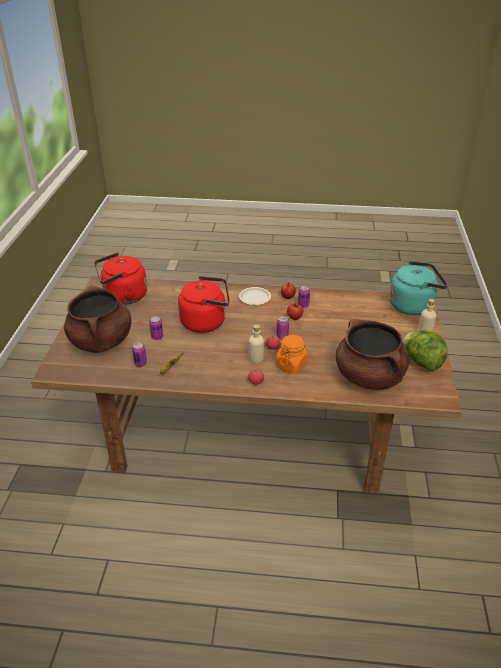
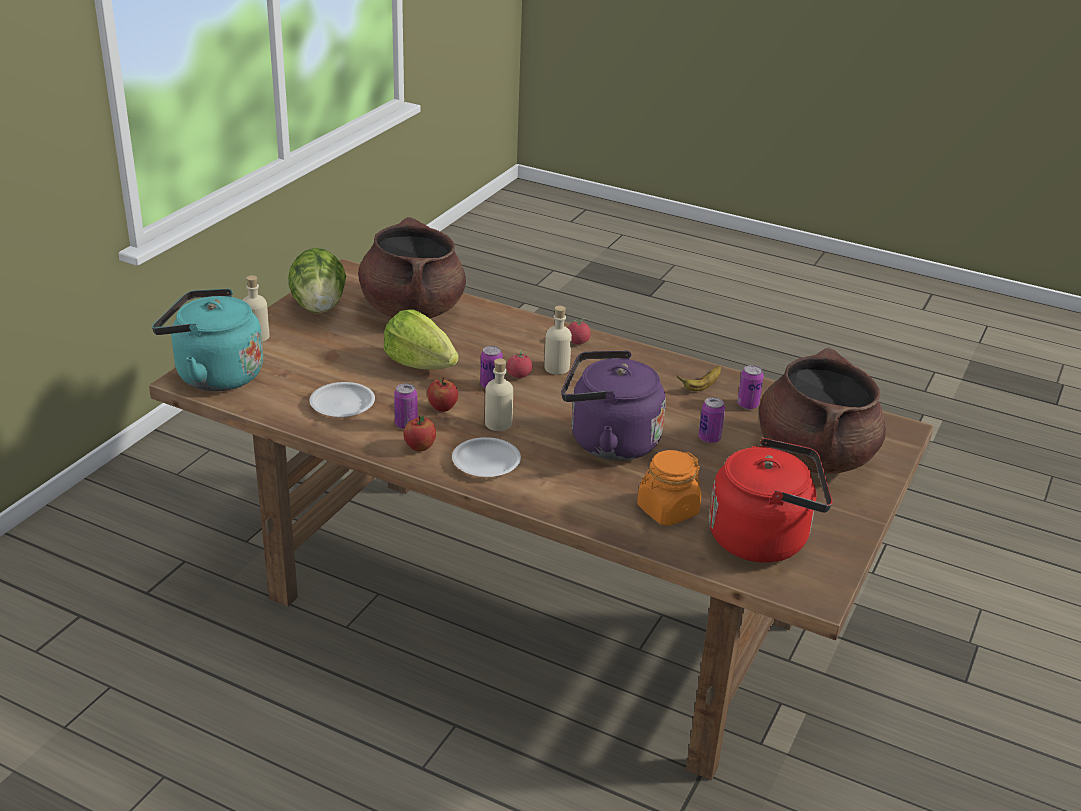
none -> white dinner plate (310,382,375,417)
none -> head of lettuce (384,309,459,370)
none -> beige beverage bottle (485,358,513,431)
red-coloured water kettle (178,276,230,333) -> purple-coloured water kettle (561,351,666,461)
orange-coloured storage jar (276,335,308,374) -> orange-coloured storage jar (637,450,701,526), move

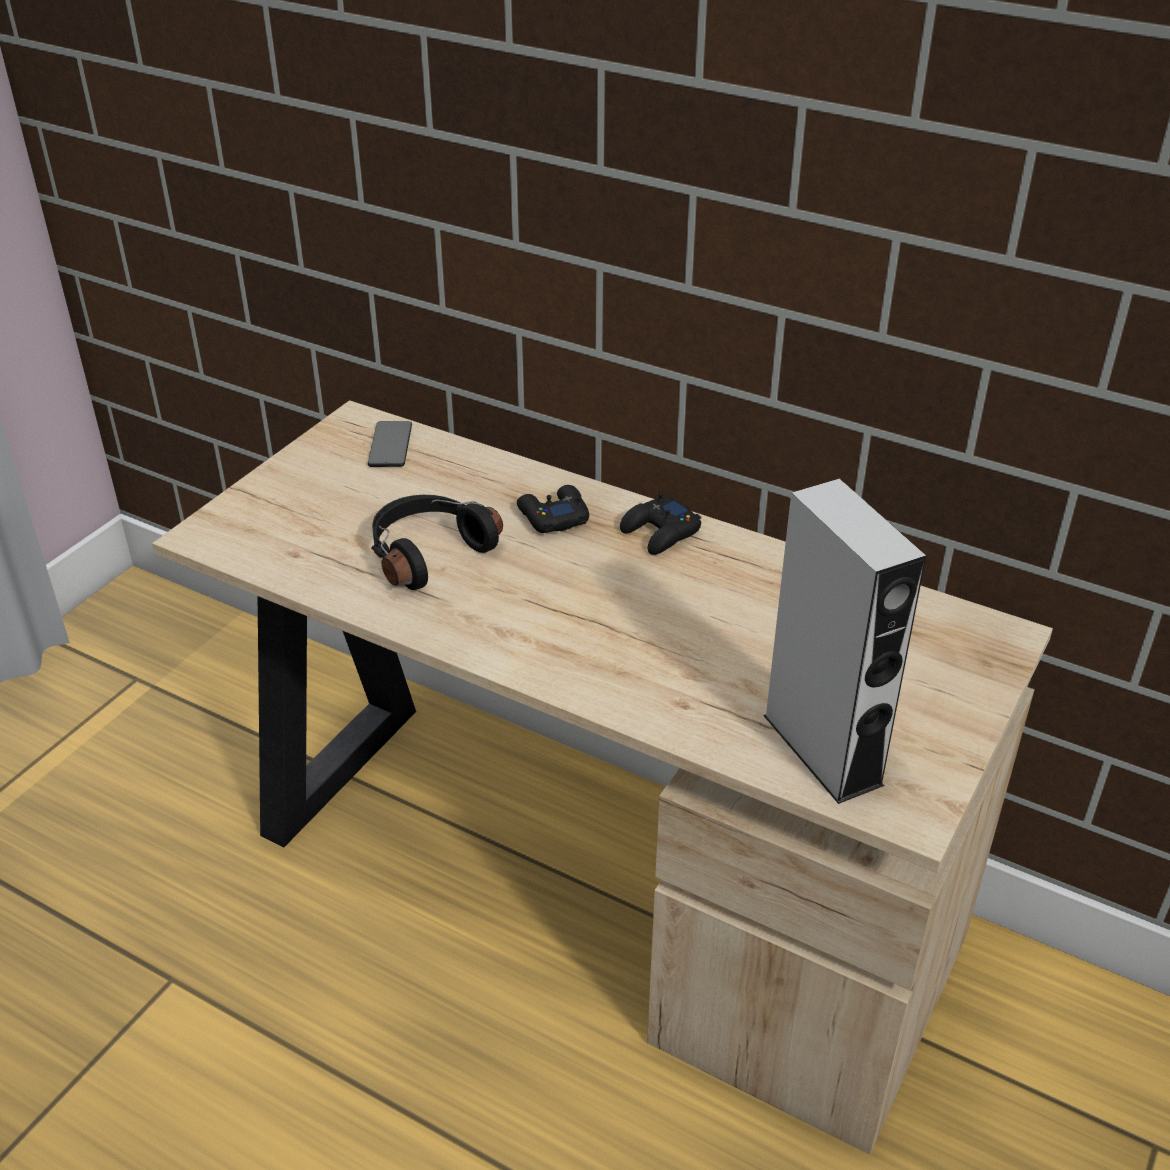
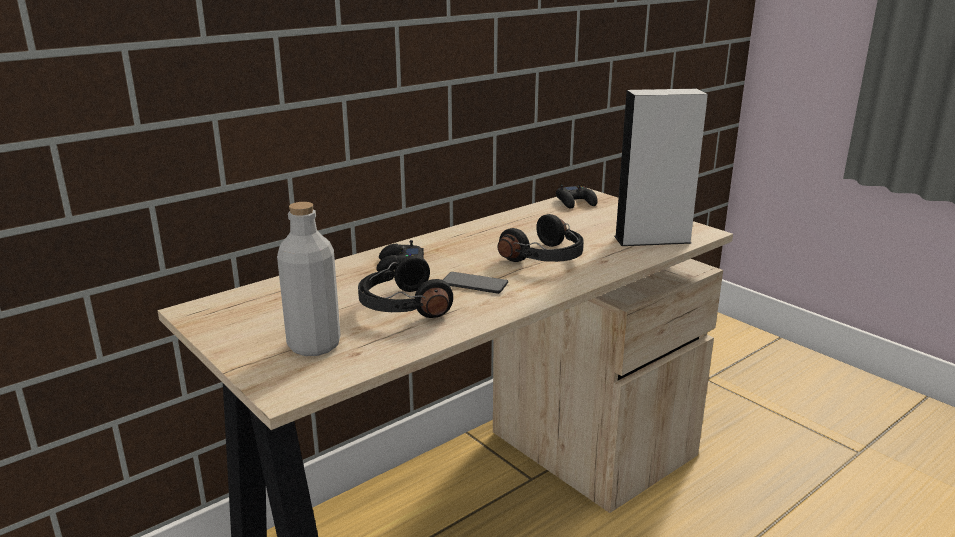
none -> gray beverage bottle (277,202,341,356)
handset (368,421,412,467) -> handset (443,272,508,294), move
none -> black headphones (498,214,584,262)
black game controller (620,492,701,555) -> black game controller (556,185,598,209), move

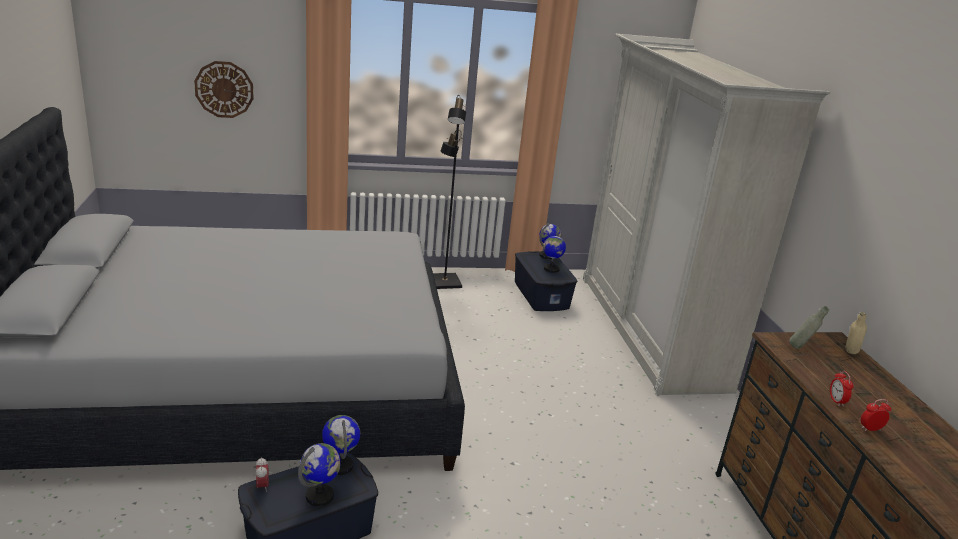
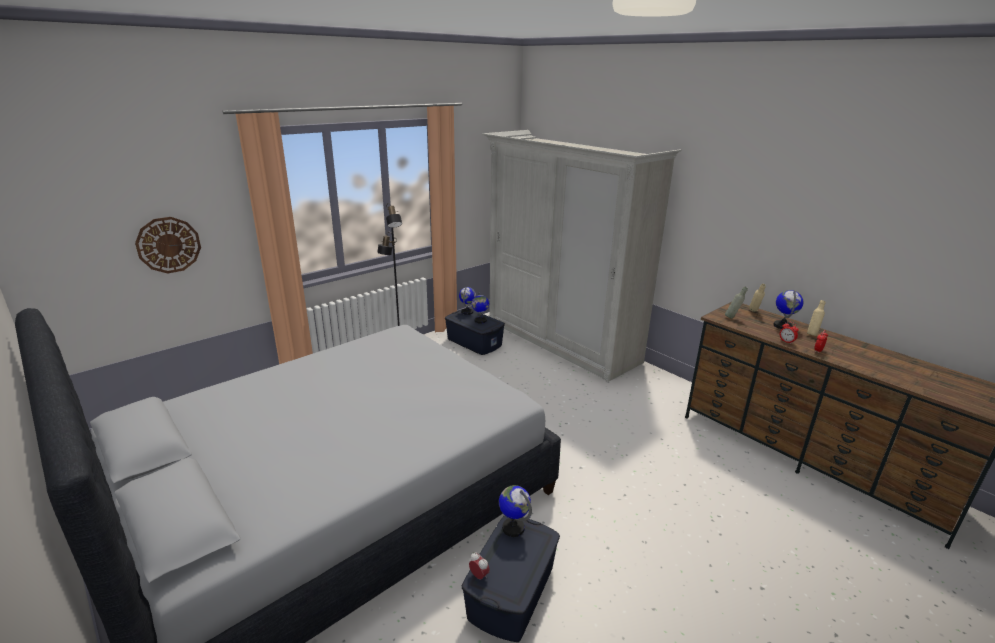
desk globe (298,443,341,506) -> desk globe (773,290,803,329), move
none -> beige beverage bottle (807,300,825,336)

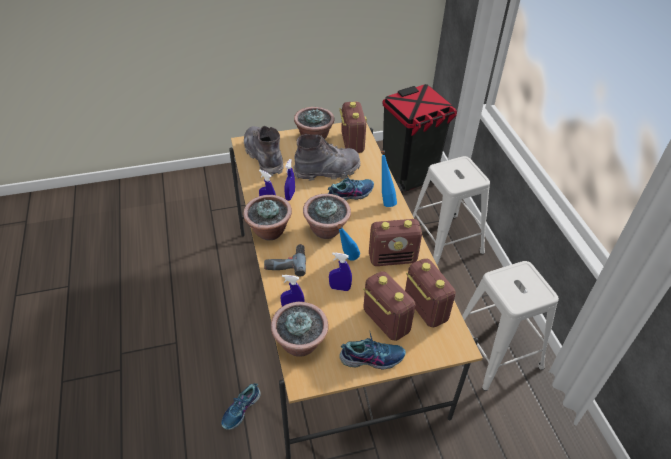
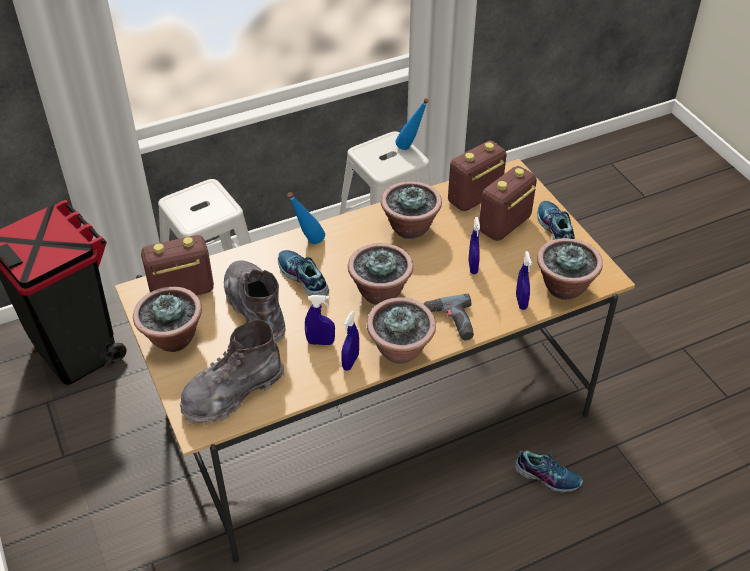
radio receiver (369,219,422,266) -> houseplant (381,181,442,239)
blue beverage bottle (337,224,360,261) -> blue beverage bottle (395,98,429,150), move

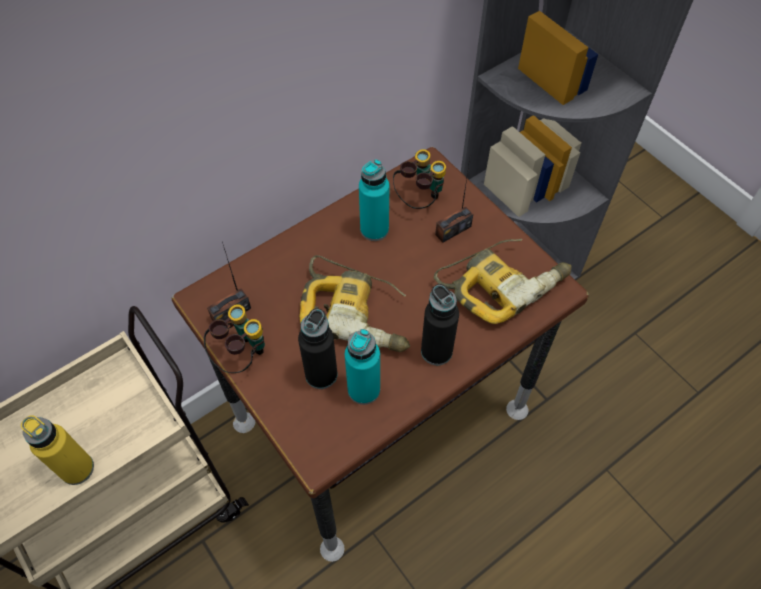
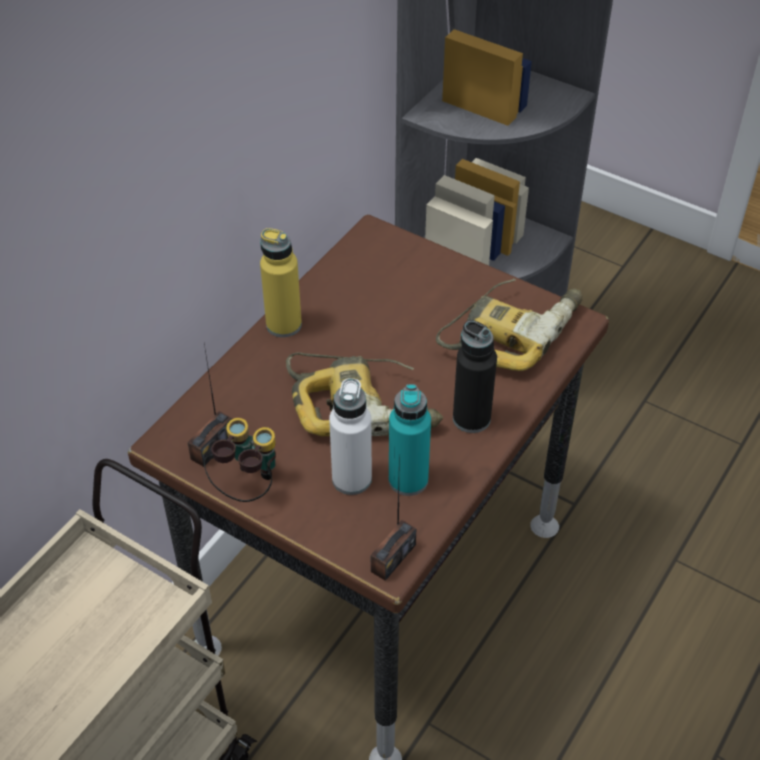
yellow beverage bottle (21,415,94,485) -> yellow beverage bottle (260,228,302,337), move
black beverage bottle (298,308,338,389) -> white beverage bottle (329,378,372,495)
radio receiver (435,159,473,243) -> radio receiver (371,454,416,581), move
turquoise beverage bottle (359,159,390,241) -> none
binoculars (393,149,446,209) -> none

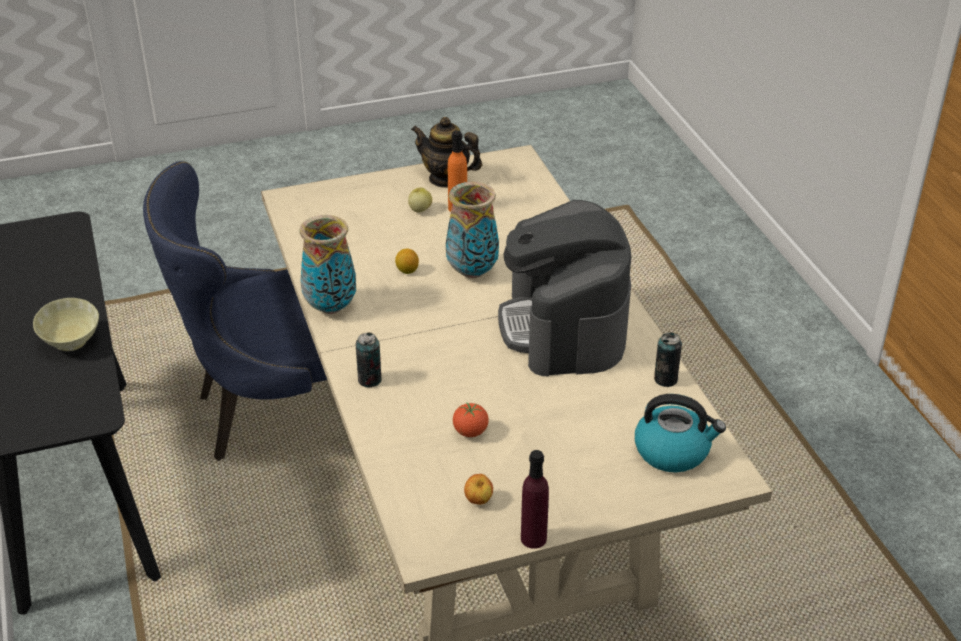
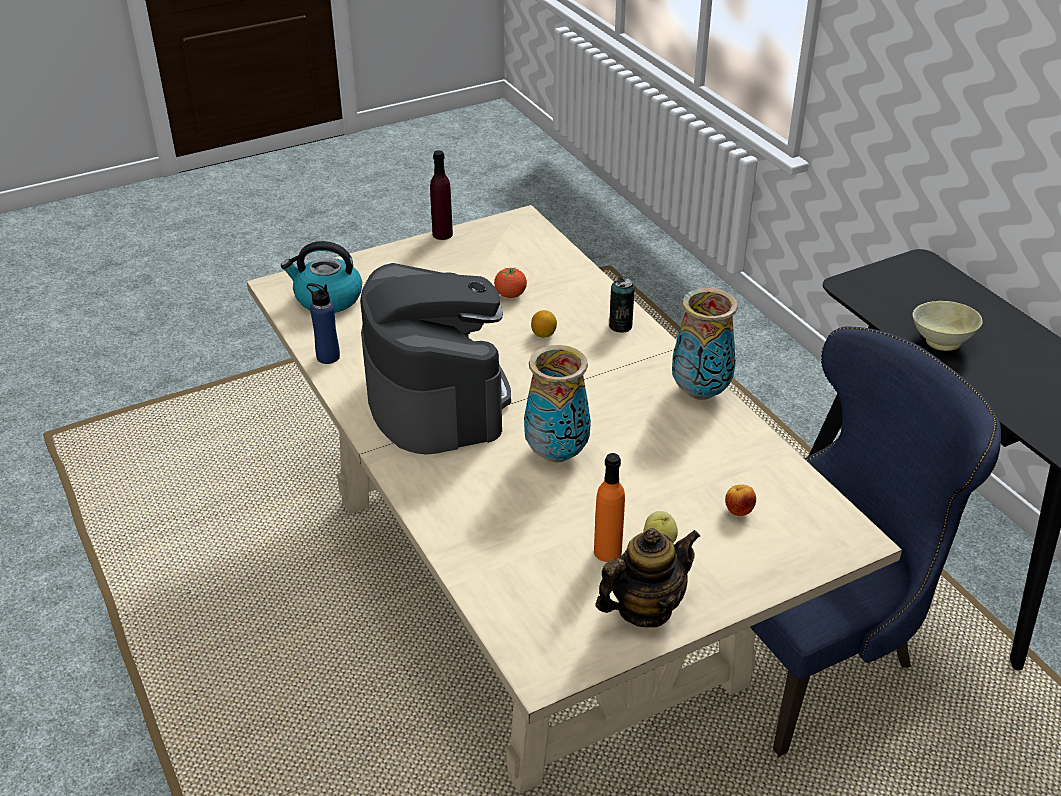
metal can (654,332,682,387) -> blue beverage bottle (307,283,340,364)
lemon (395,249,419,274) -> lemon (531,310,557,338), move
teapot (411,117,482,188) -> teapot (596,528,701,627), 45 degrees counterclockwise
whole apple (464,474,493,505) -> whole apple (725,485,756,516), move

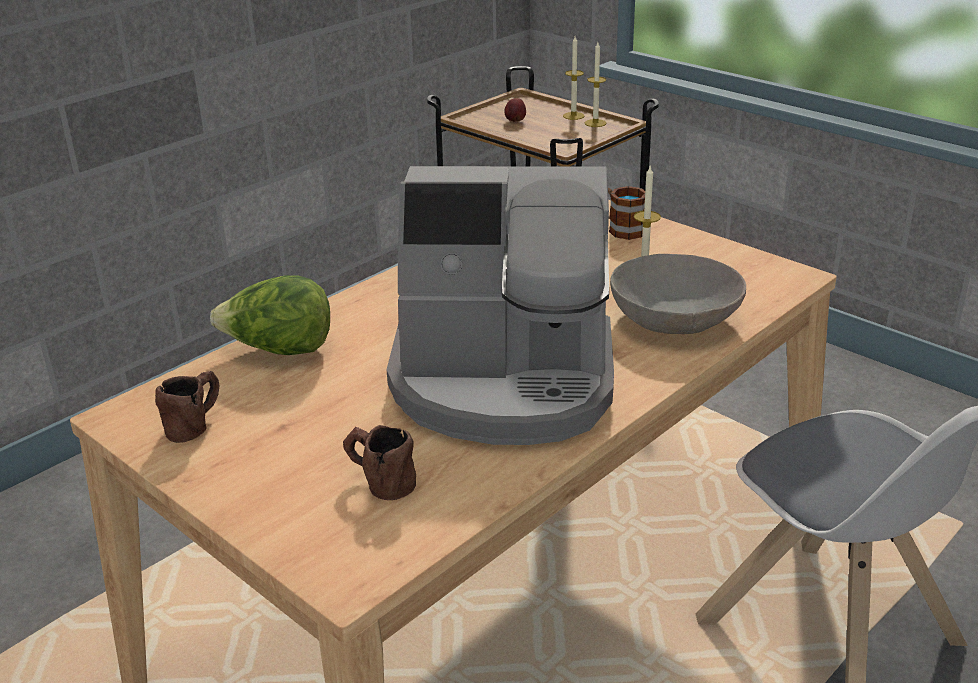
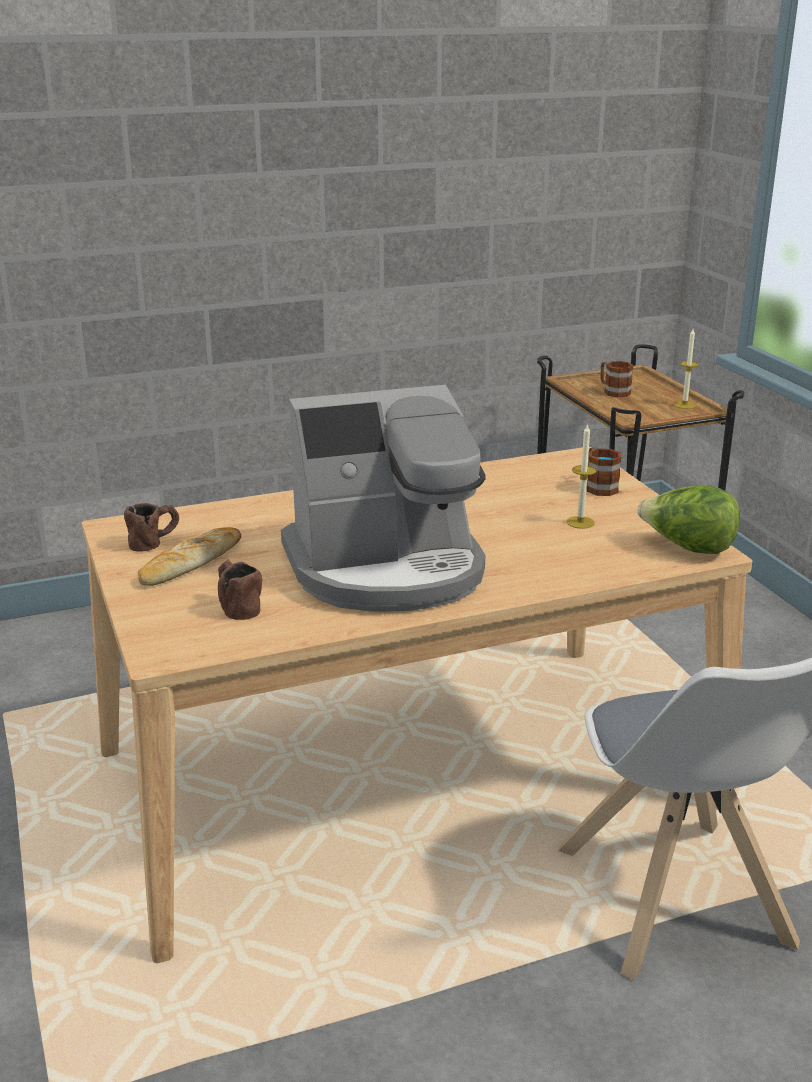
none -> bread (138,527,241,586)
coffee machine (386,166,614,445) -> coffee machine (281,385,486,612), 45 degrees counterclockwise
whole apple (504,98,526,122) -> coffee mug (601,361,634,397)
head of lettuce (210,275,330,355) -> head of lettuce (637,486,740,554), move
wax light (563,36,584,120) -> none
gray bowl (610,254,746,334) -> none

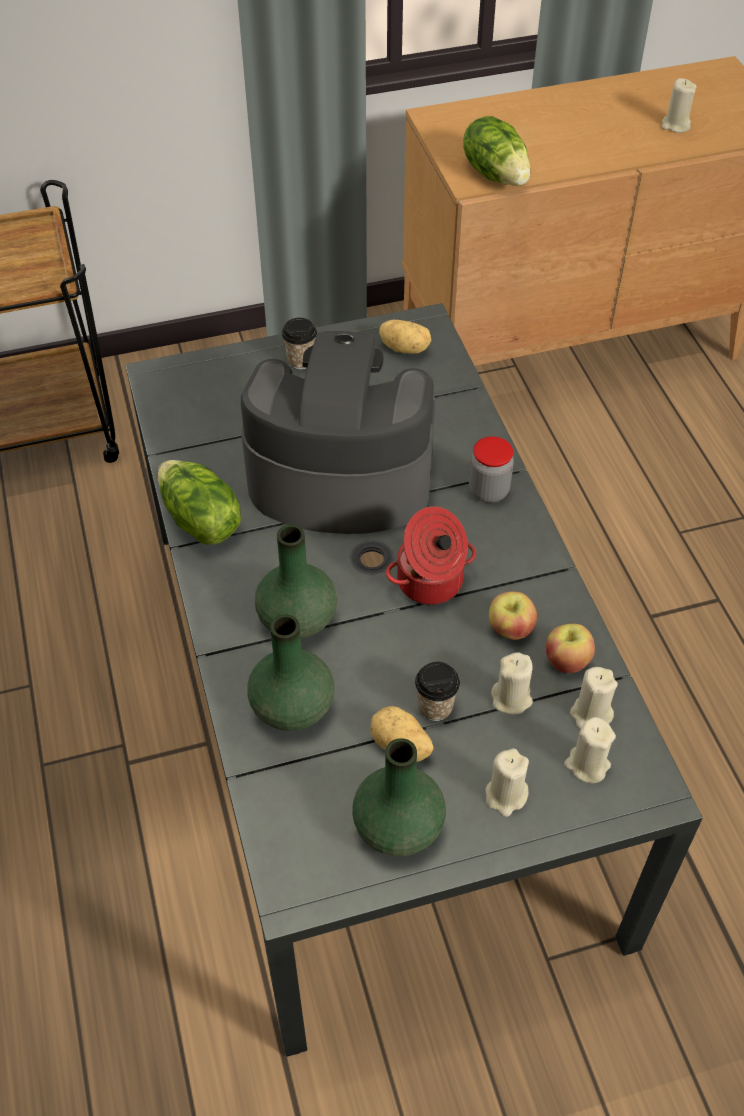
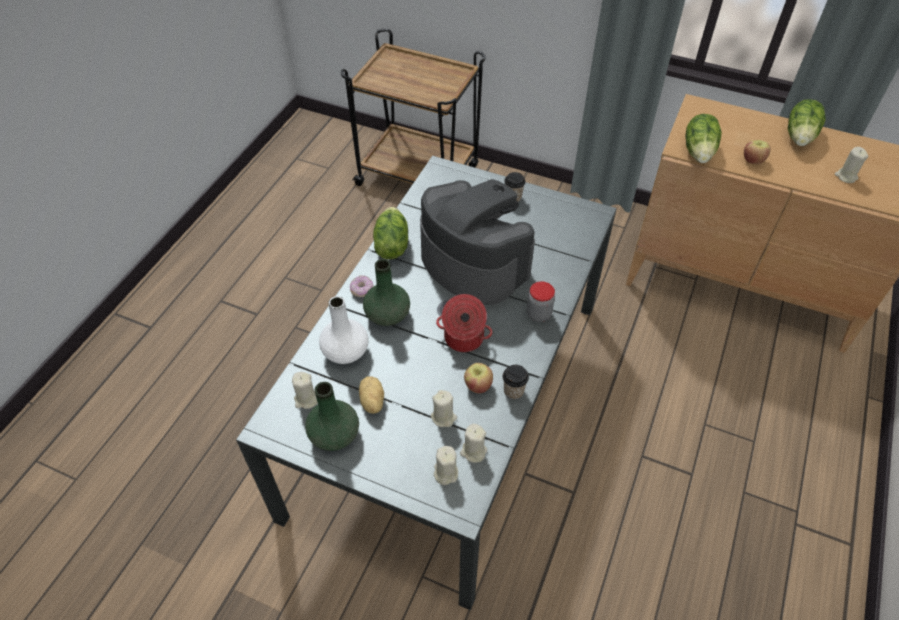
beige wax light (485,748,529,817) -> beige wax light (292,372,318,409), move
green decorative vase (247,614,335,731) -> white decorative vase (319,296,368,364)
none -> ring doughnut (350,275,374,297)
small cup (415,662,460,721) -> small cup (503,365,529,400), move
whole apple (546,624,595,673) -> whole apple (744,140,771,164), move
none -> head of lettuce (788,99,825,146)
whole potato (379,320,432,354) -> none

